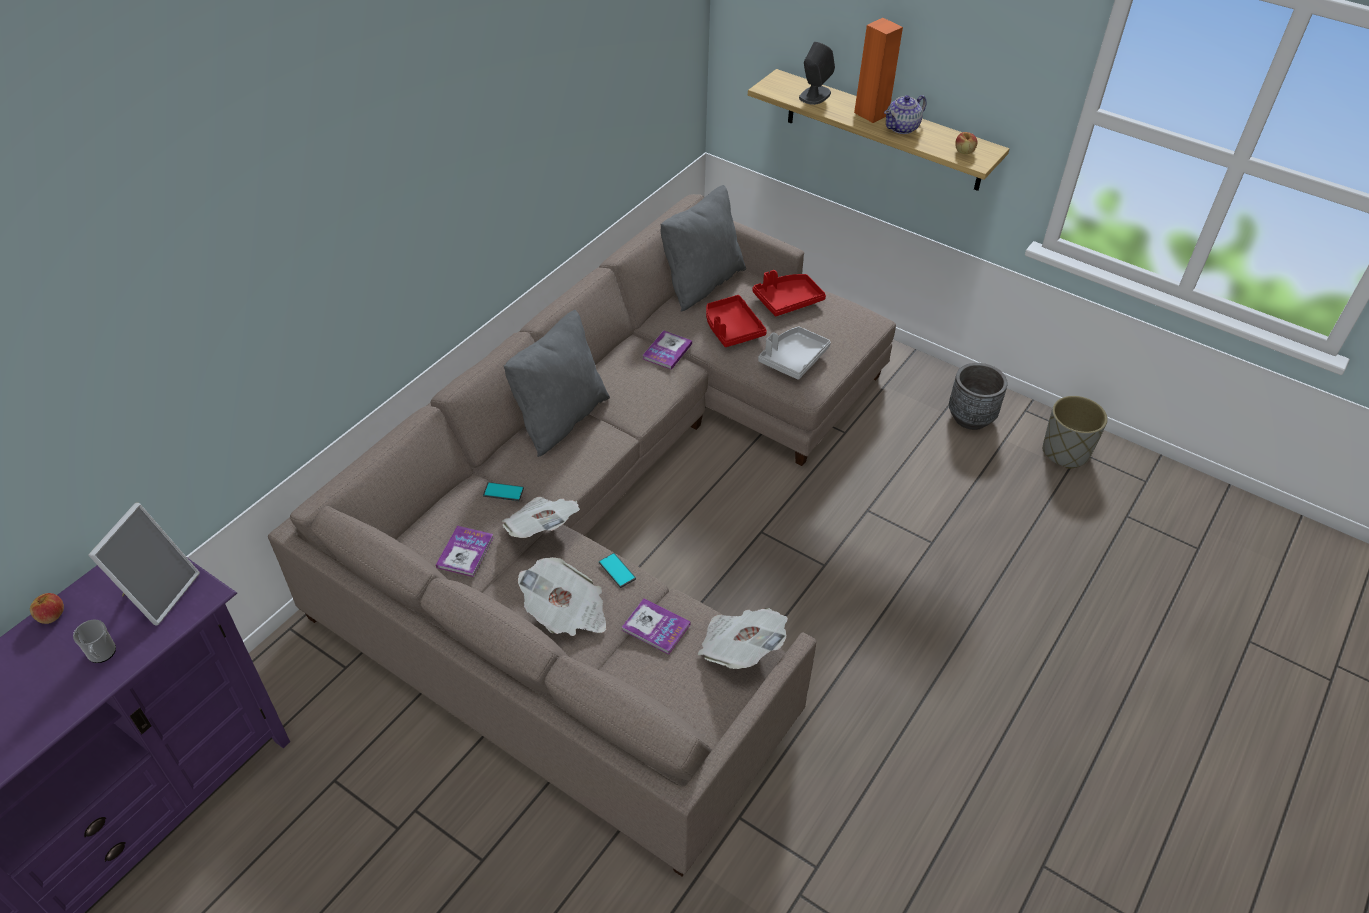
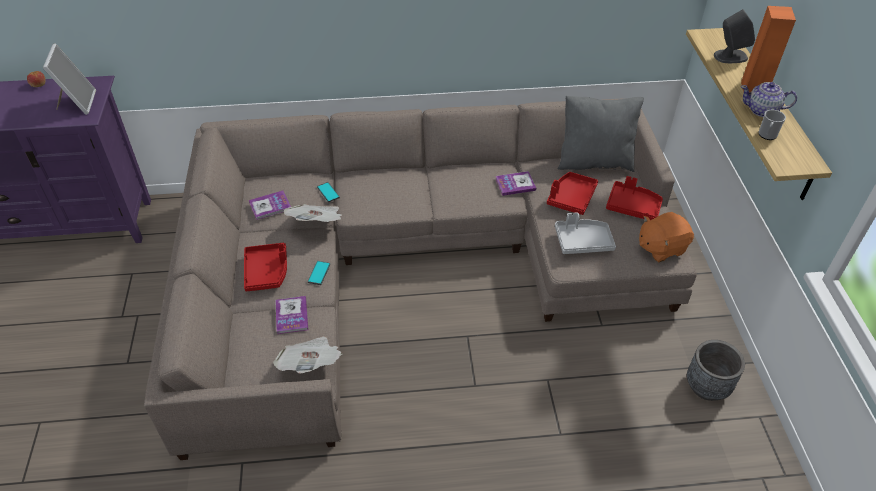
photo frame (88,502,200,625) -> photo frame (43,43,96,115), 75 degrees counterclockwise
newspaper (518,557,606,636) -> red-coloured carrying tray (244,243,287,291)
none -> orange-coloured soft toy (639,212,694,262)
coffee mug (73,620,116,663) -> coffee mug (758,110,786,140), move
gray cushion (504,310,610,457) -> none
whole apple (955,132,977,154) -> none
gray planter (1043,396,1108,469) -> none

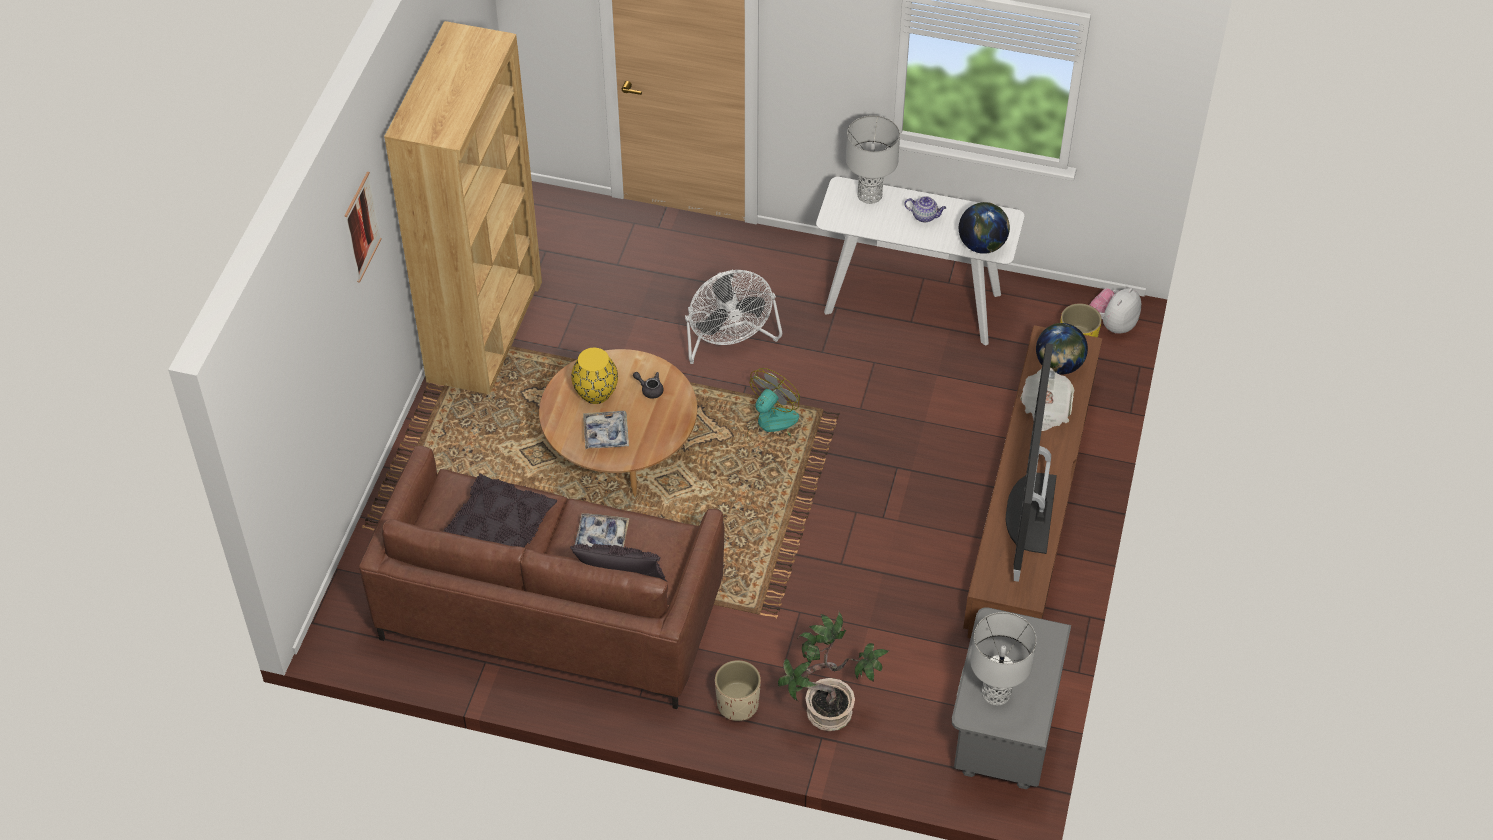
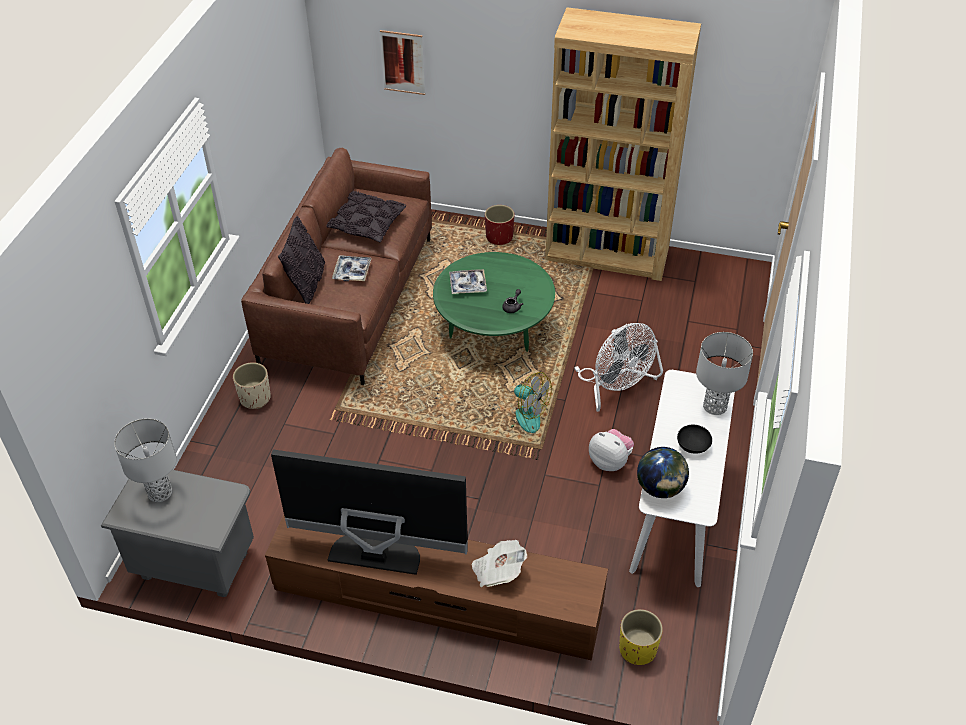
wall picture (344,172,382,283) -> wall picture (380,30,425,95), move
brown low table (539,349,697,497) -> green low table (433,252,555,352)
none -> red-coloured planter (485,205,515,245)
white fan (685,269,782,364) -> white fan (574,323,663,412), 105 degrees counterclockwise
soft toy (1090,288,1141,334) -> soft toy (589,429,634,471), move
teapot (904,196,946,222) -> black bowl (677,425,712,454)
yellow decorative vase (571,348,618,404) -> none
houseplant (778,612,889,731) -> none
desk globe (1036,323,1088,374) -> none

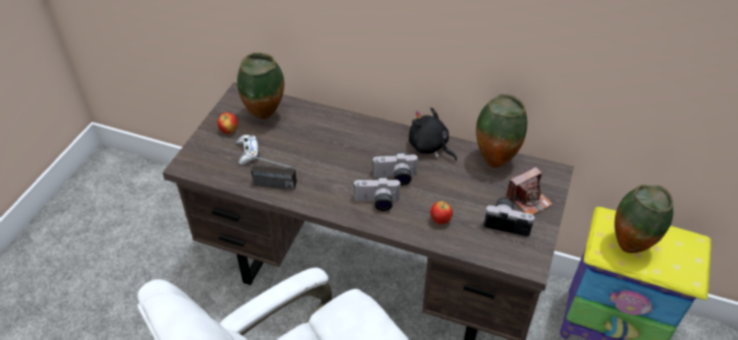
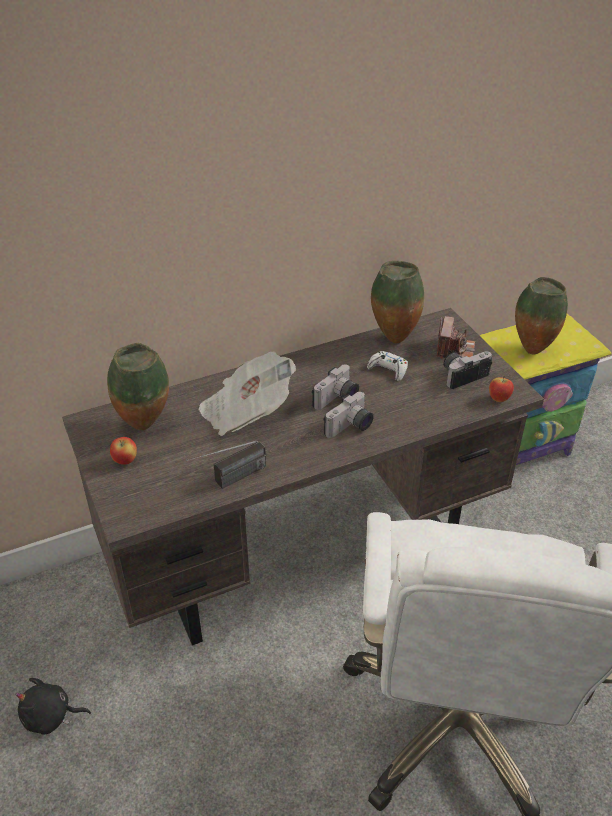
black soft toy (409,107,457,161) -> black soft toy (15,678,91,735), move
none -> newspaper (199,352,296,436)
white game controller (236,135,259,165) -> white game controller (367,351,408,381), move
whole apple (430,201,453,224) -> whole apple (489,375,514,402), move

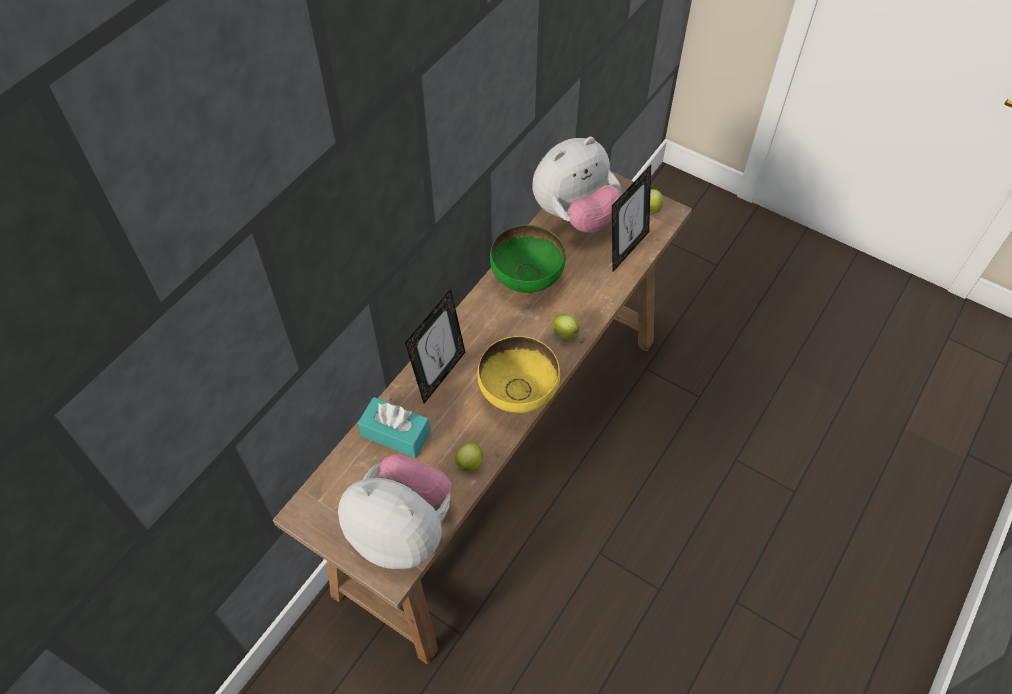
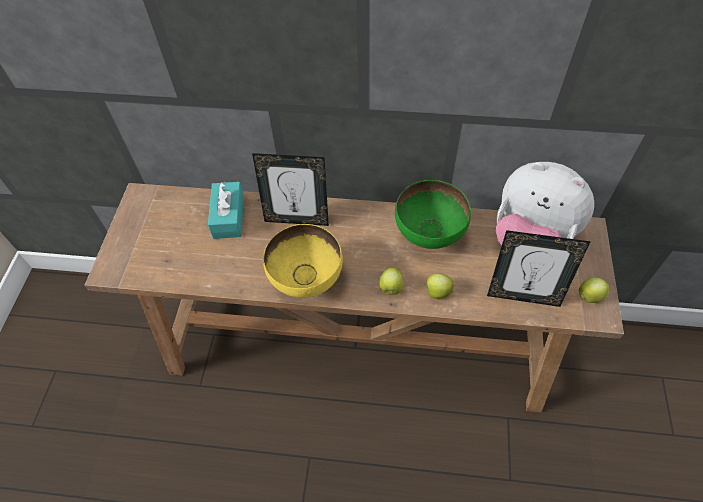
whole apple (455,442,483,473) -> whole apple (423,273,454,299), move
soft toy (338,454,452,569) -> none

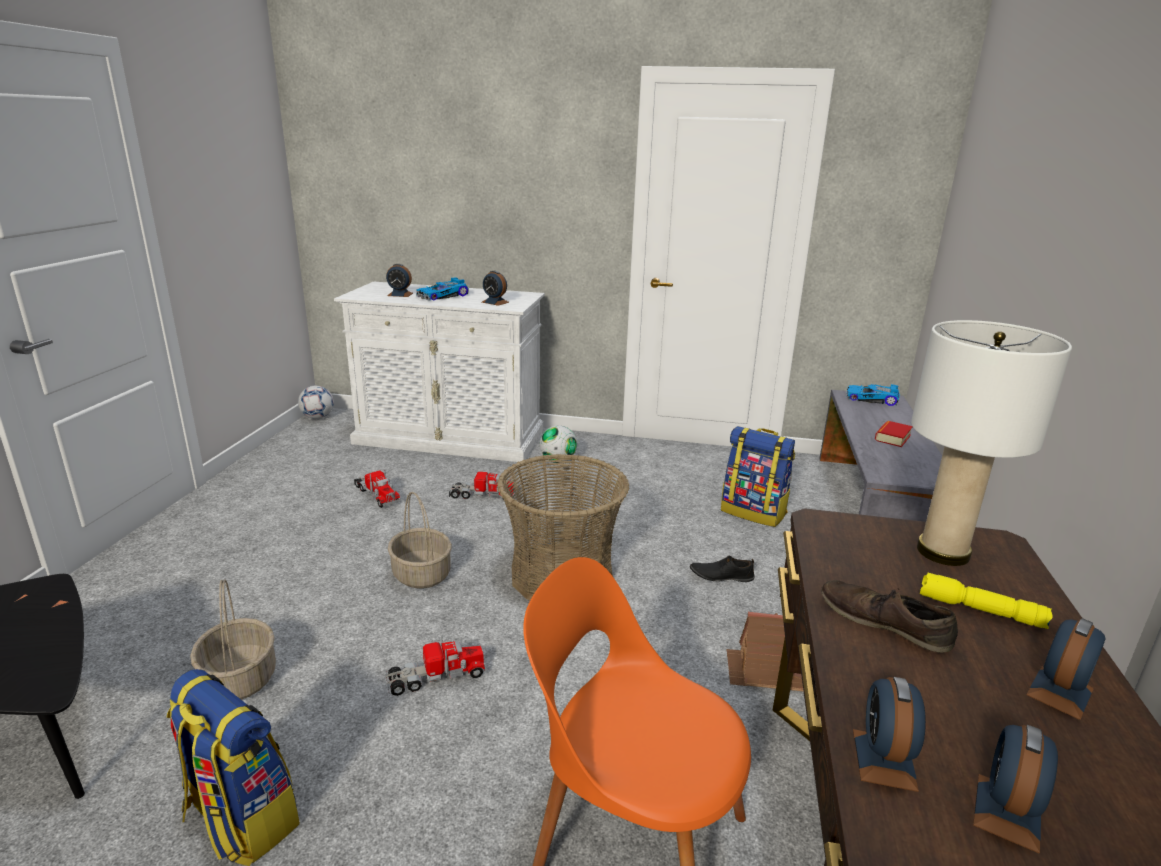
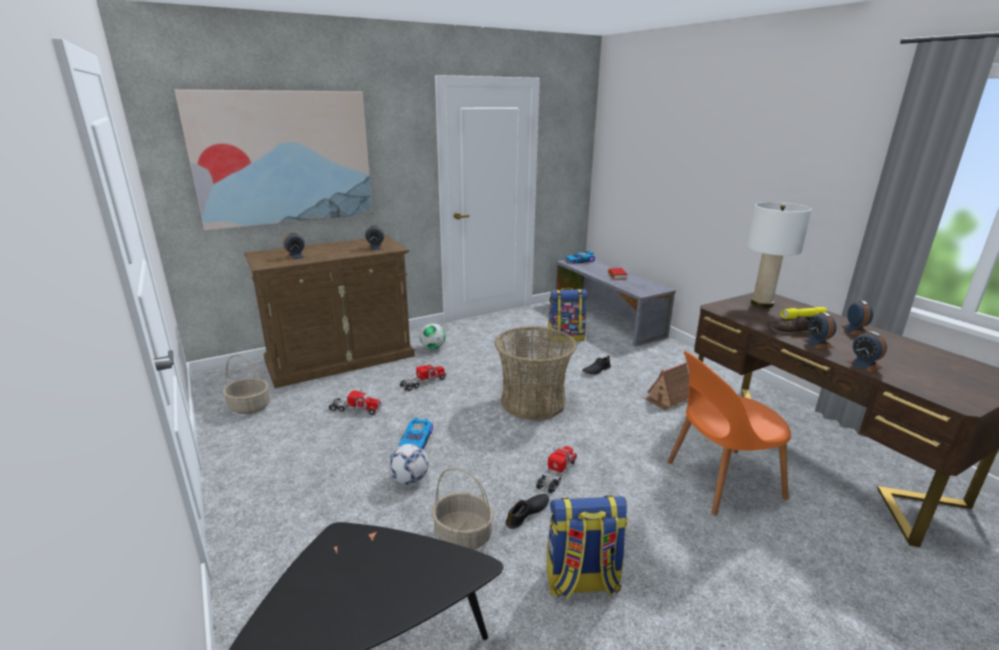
none -> wall picture (174,89,373,230)
household basket (388,492,452,588) -> household basket (222,355,270,414), move
white chest of drawers (334,281,545,462) -> brown chest of drawers (244,236,415,388)
ball for football (298,386,334,419) -> ball for football (388,444,429,485), move
toy car (416,277,469,301) -> toy car (398,418,433,449), move
none -> black item of footwear (505,494,549,529)
bedside clock (973,725,1058,854) -> bedside clock (802,312,837,349), move

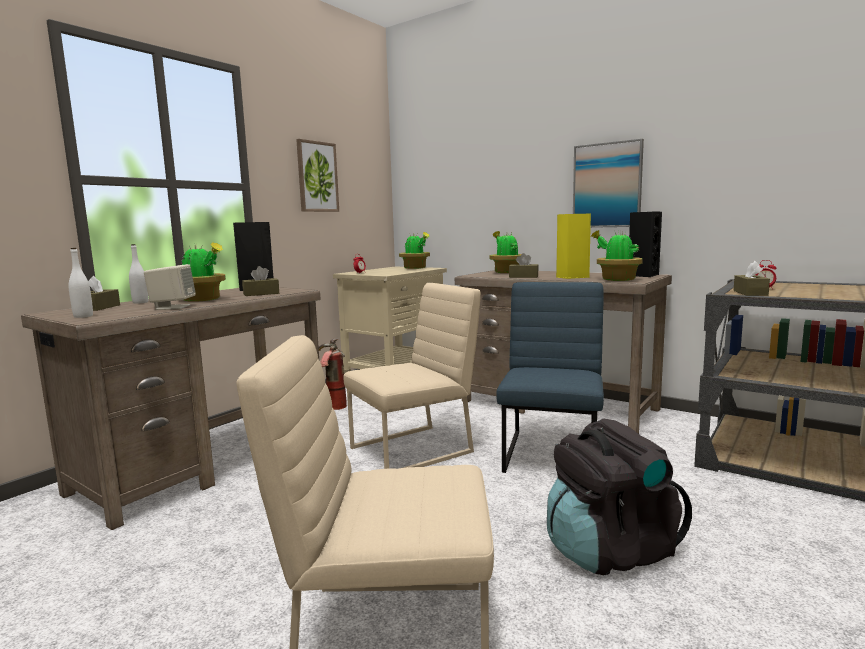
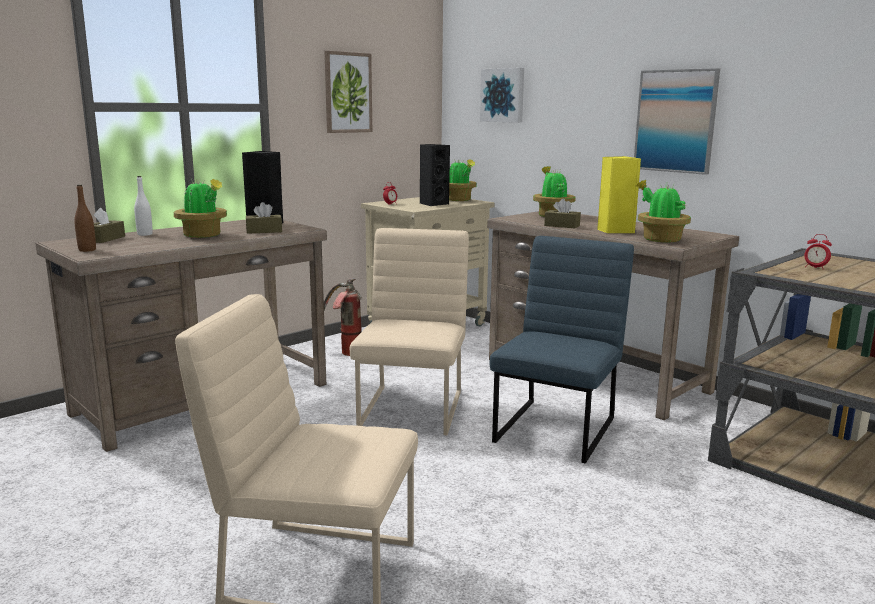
white beverage bottle (68,248,93,318) -> brown beverage bottle (74,185,96,252)
beige plain chair (343,283,481,469) -> beige plain chair (350,228,469,435), 60 degrees counterclockwise
black loudspeaker (629,212,662,277) -> black loudspeaker (420,144,450,206), move
none -> wall picture (480,68,524,123)
beige loudspeaker (144,264,196,310) -> none
black backpack (547,419,692,575) -> none
brown box of tissues (733,261,770,296) -> none

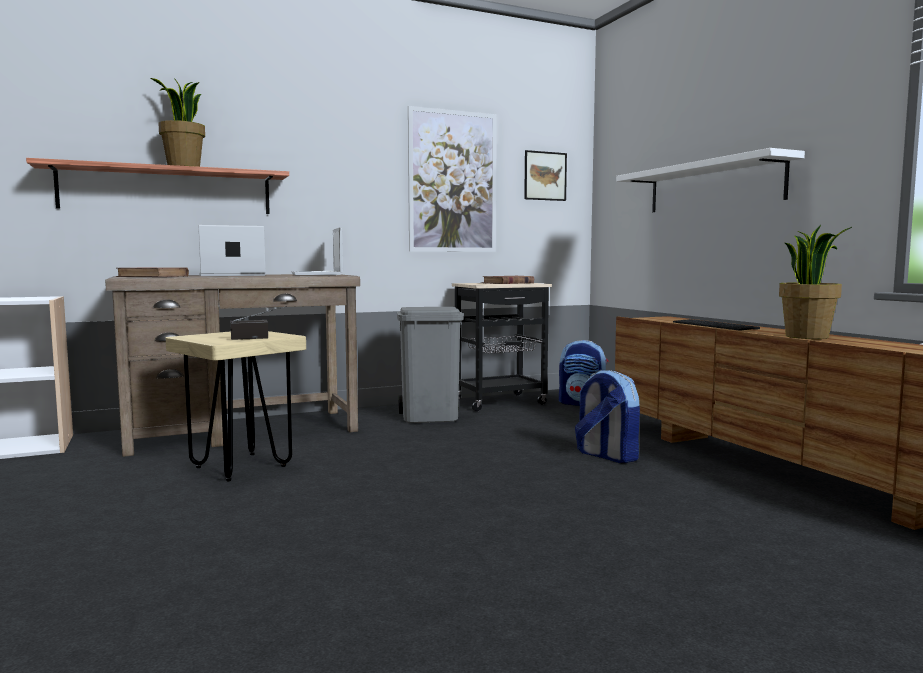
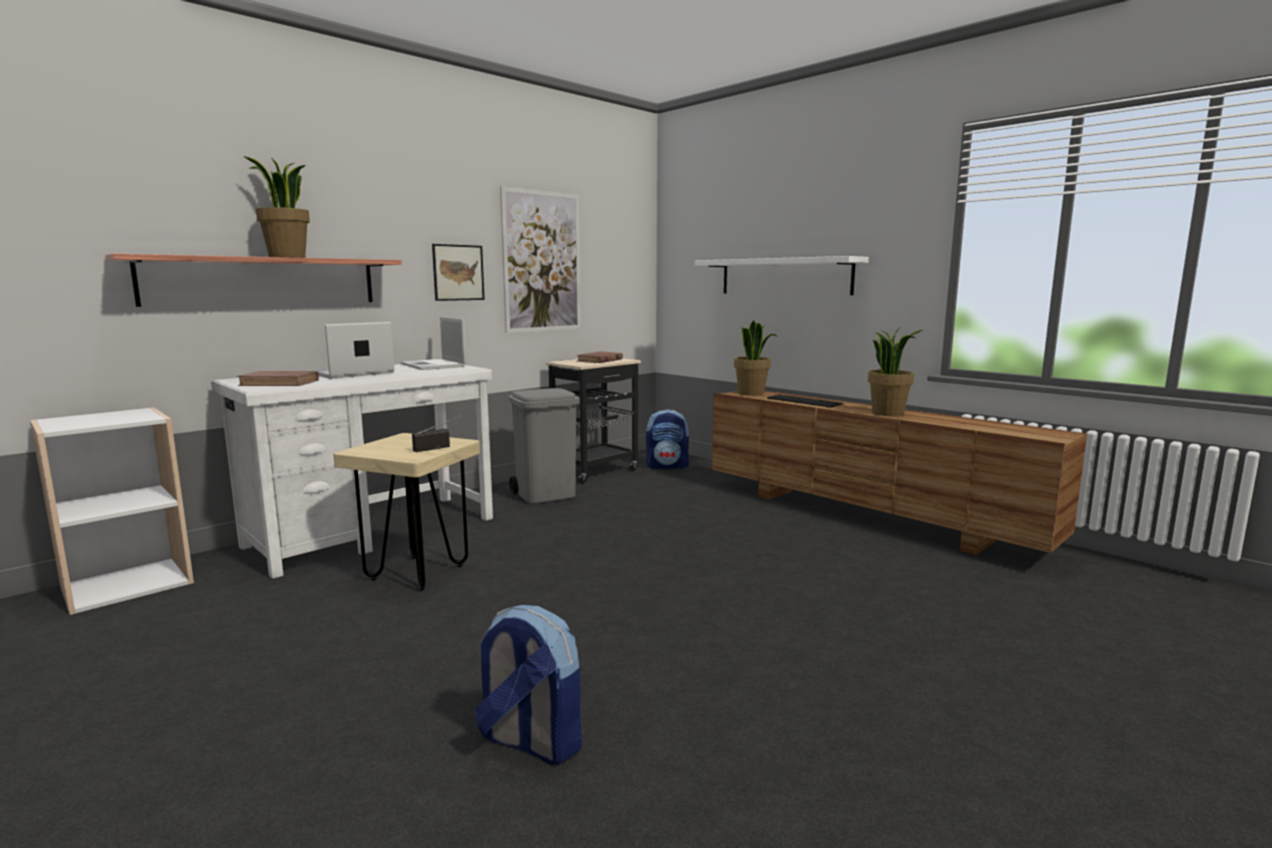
brown desk unit (105,274,360,457) -> white desk unit (211,364,493,579)
wall picture (524,150,567,201) -> wall picture (432,244,485,301), move
backpack (575,370,640,463) -> backpack (474,605,582,765), move
none -> houseplant (734,320,778,396)

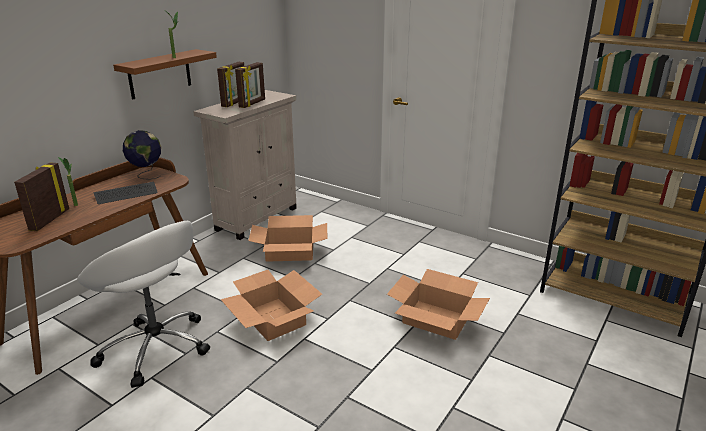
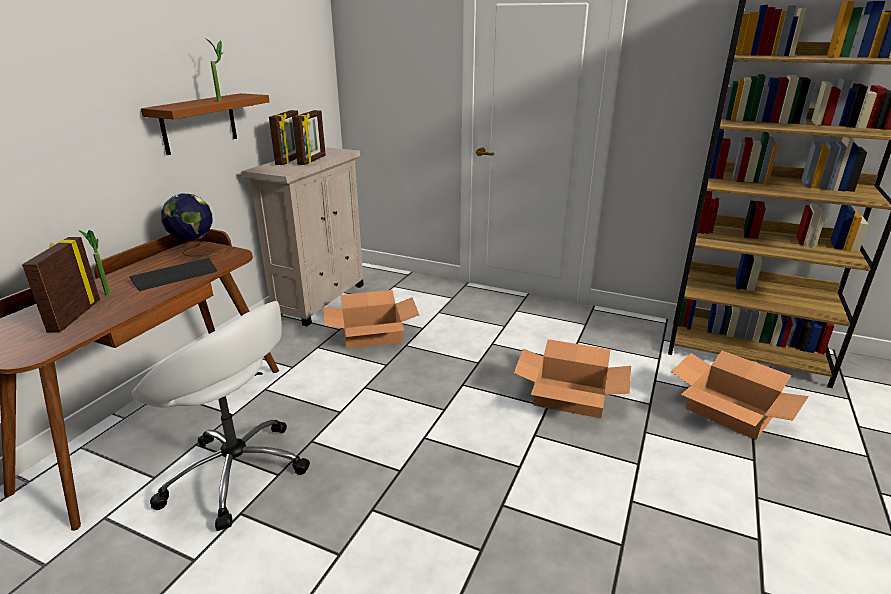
carton (221,270,322,341) -> carton (671,351,809,440), move

